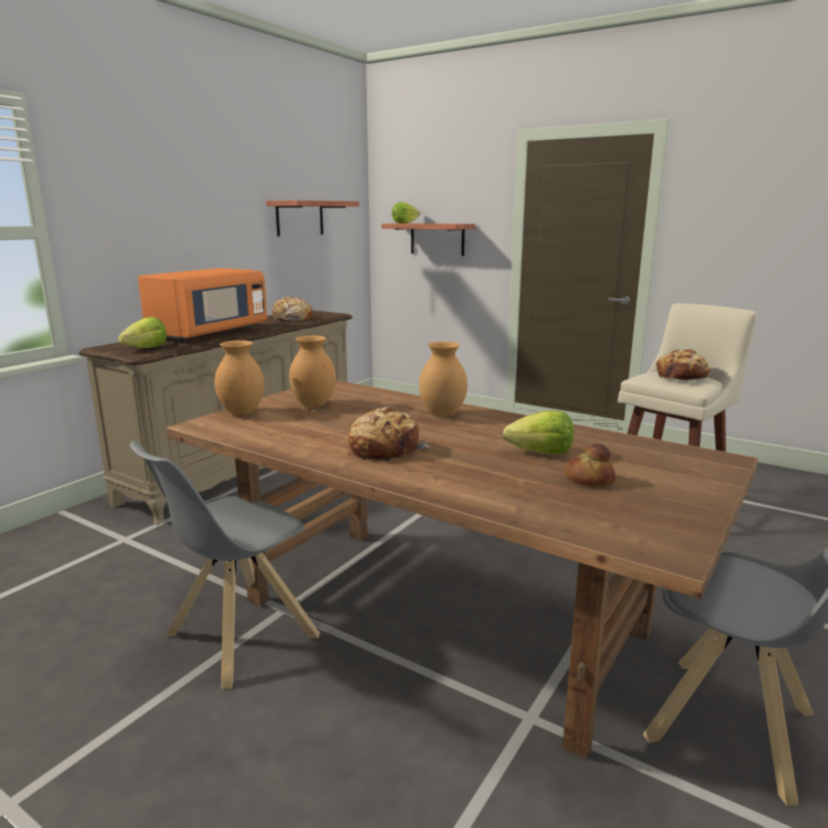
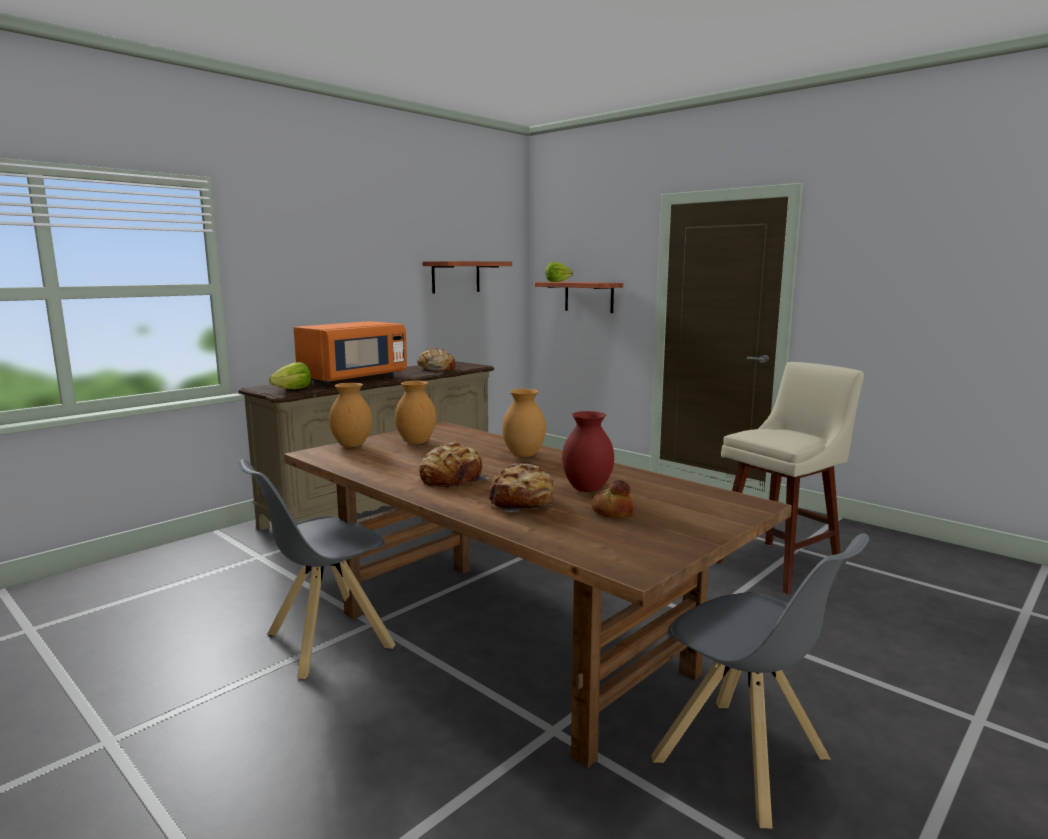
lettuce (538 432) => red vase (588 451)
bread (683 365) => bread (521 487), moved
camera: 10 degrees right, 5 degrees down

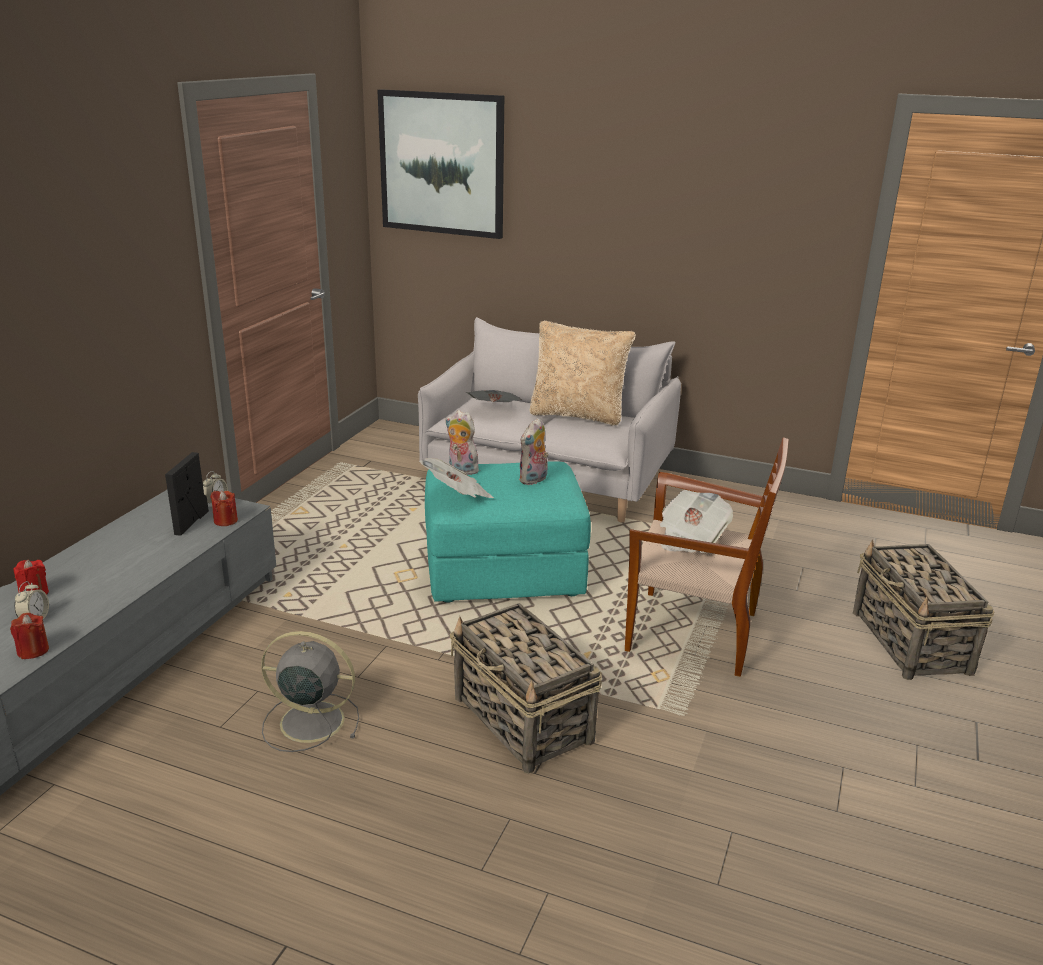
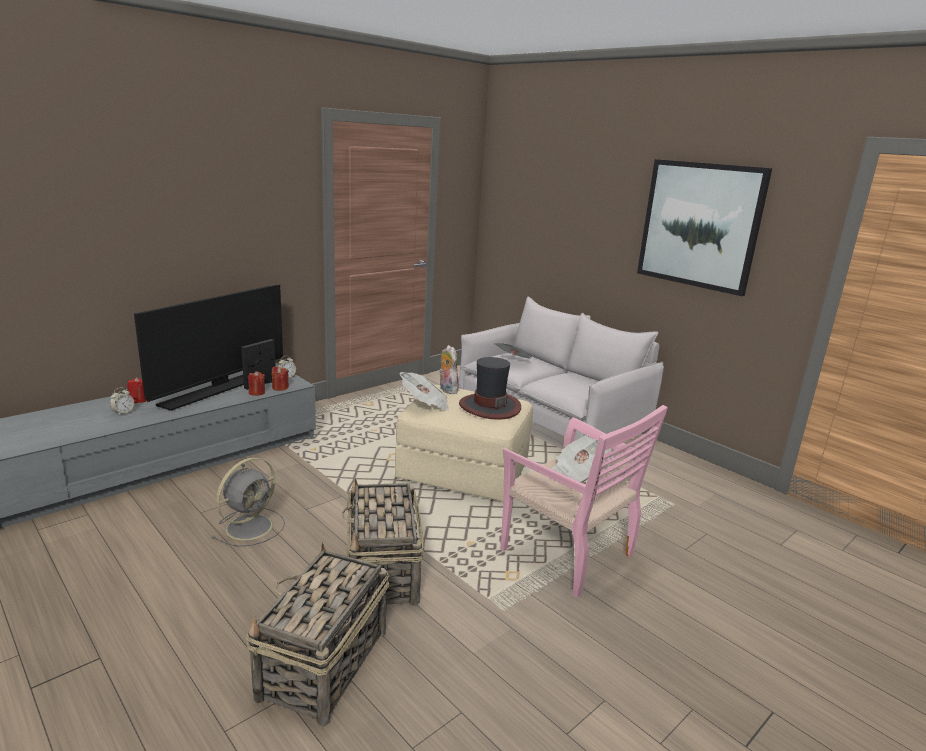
red candle (29 636) => red candle (256 383), moved
grey fan (310 691) => grey fan (248 502), 90 degrees clockwise
picture (440 164) => picture (704 227), moved
turquoise ottoman (508 532) => beige ottoman (464 443)
plush toy (533 451) => hat (490 388)
beige pillow (583 373) => nothing
brown armchair (707 557) => pink armchair (584 501)
basket (924 610) => basket (317 635), moved
nothing => television (208 348)
camera: 25 degrees right, 5 degrees down

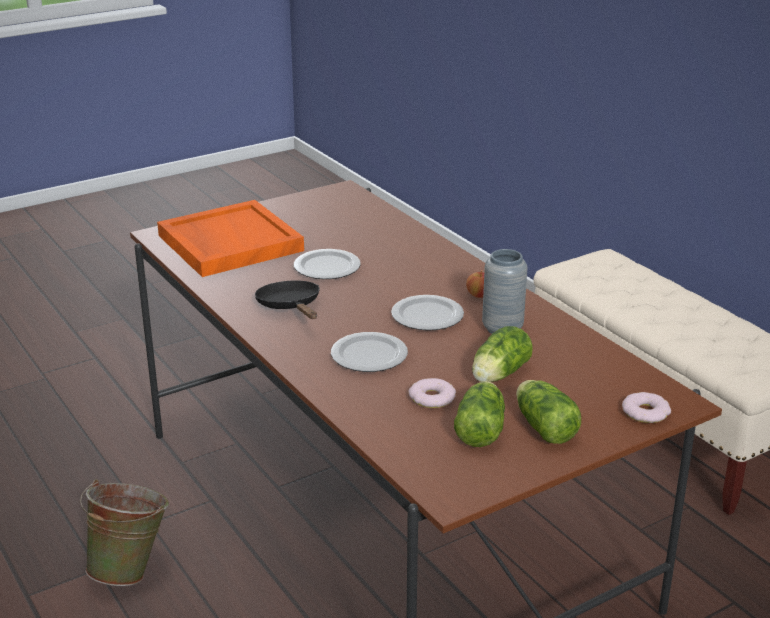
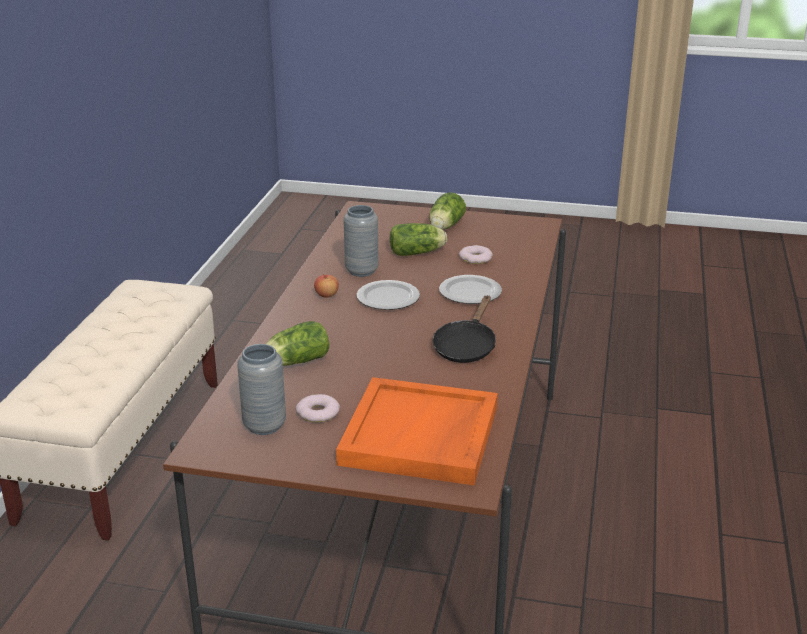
green bucket (124 532) => nothing
plate (327 264) => nothing
lettuce (479 414) => lettuce (297 343), moved
donut (646 407) => donut (318 408), moved
nothing => grey vase (261 389)
camera: 135 degrees left, 0 degrees up

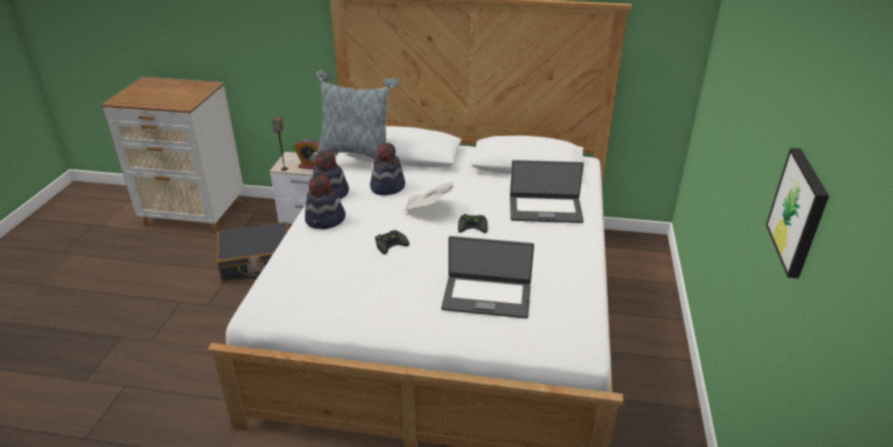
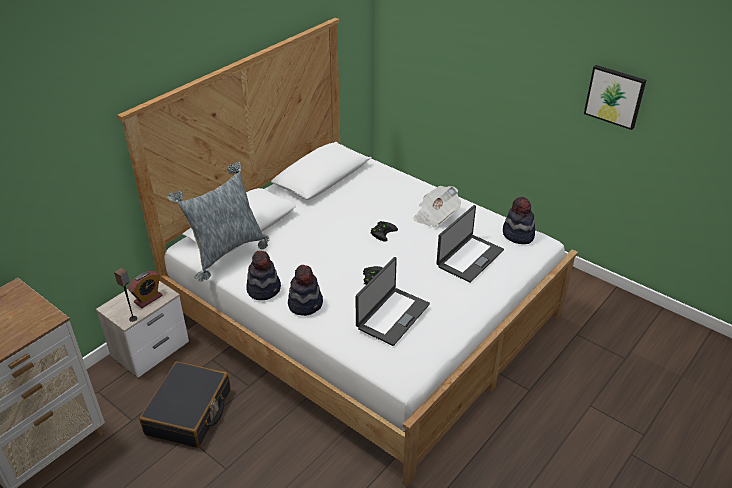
hat (387 169) => hat (519 220), moved
newspaper (428 196) => newspaper (437 206), moved
laptop (547 191) => laptop (392 301), moved
camera: 60 degrees left, 5 degrees up

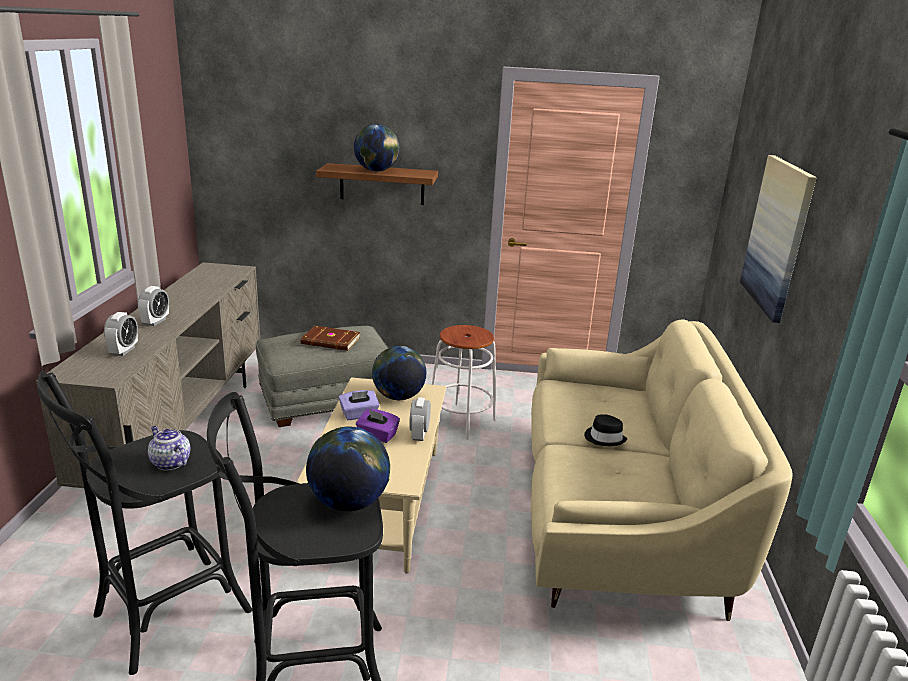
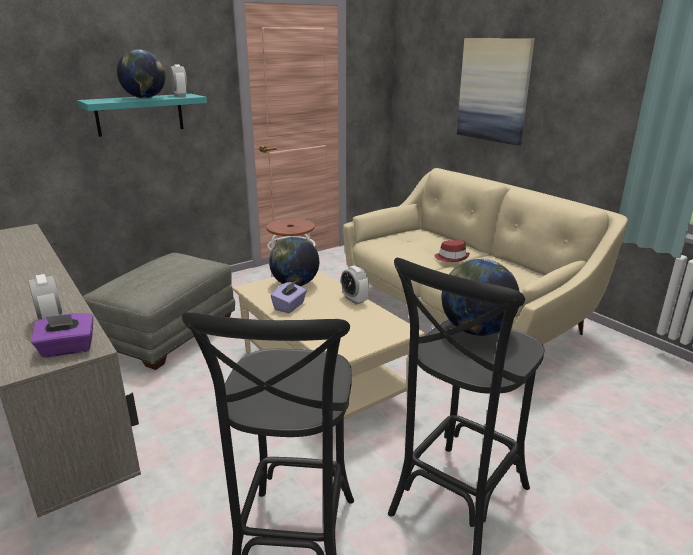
alarm clock (153 306) => alarm clock (178 80), moved
teapot (169 448) => nothing
brown book (330 338) => nothing
brown shelf (377 184) => turquoise shelf (142 115)
purple tissue box (378 426) => purple tissue box (62 335), moved
black hat (605 430) => red hat (452 251)
camera: 40 degrees left, 0 degrees up

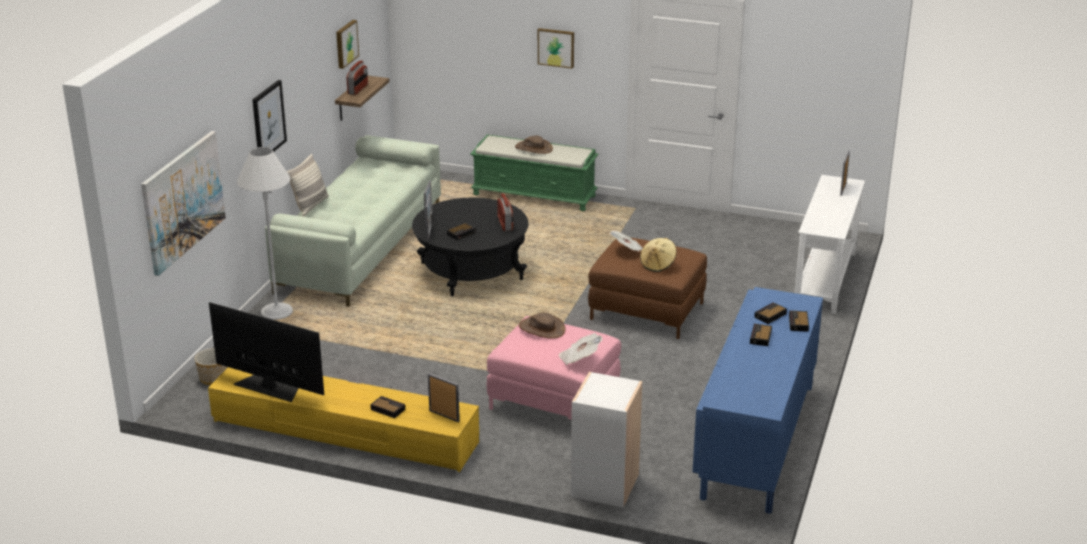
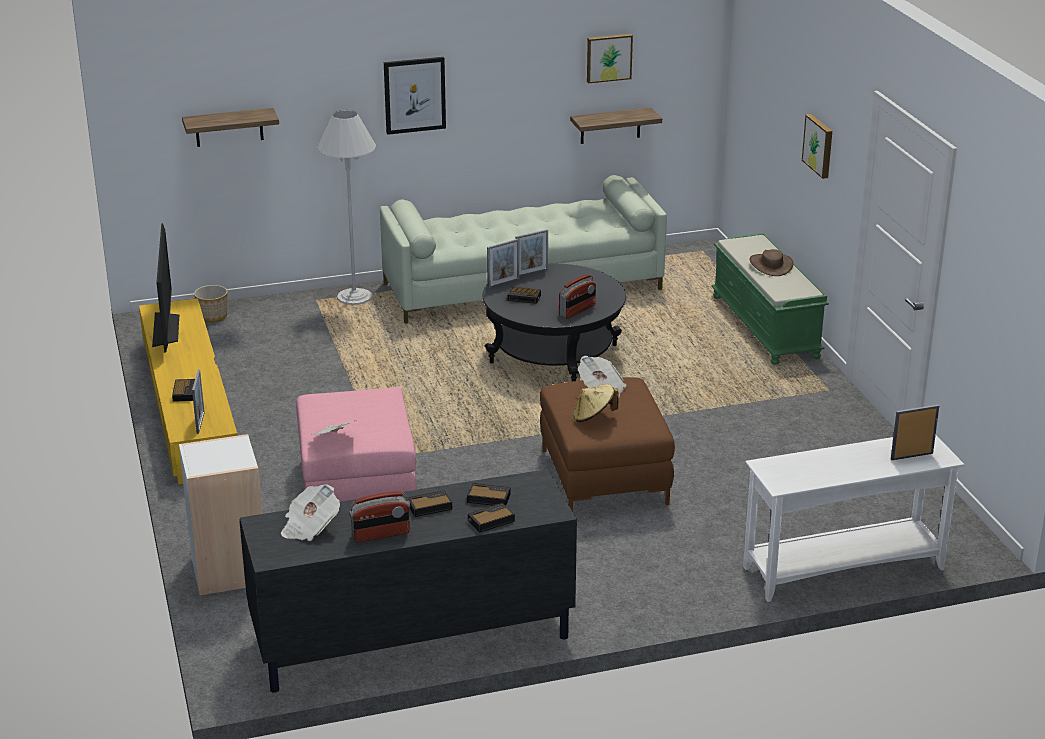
picture (183 203) => shelf (230 127)
pillow (308 185) => nothing
radio (357 77) => radio (379 517), moved
brown hat (542 326) => nothing
blue cabinet (757 400) => black cabinet (408 581)
nothing => newspaper (310 512)
camera: 55 degrees right, 0 degrees up

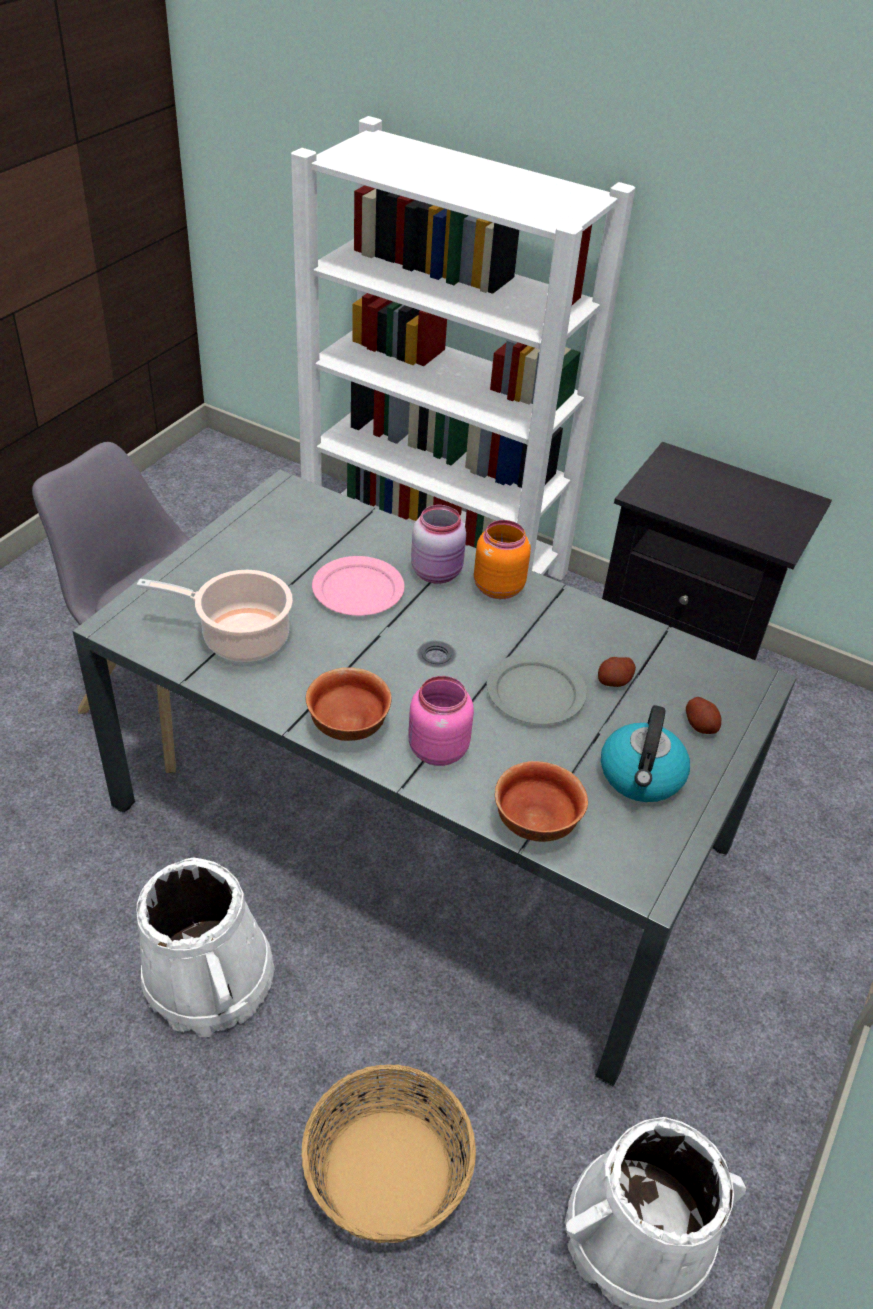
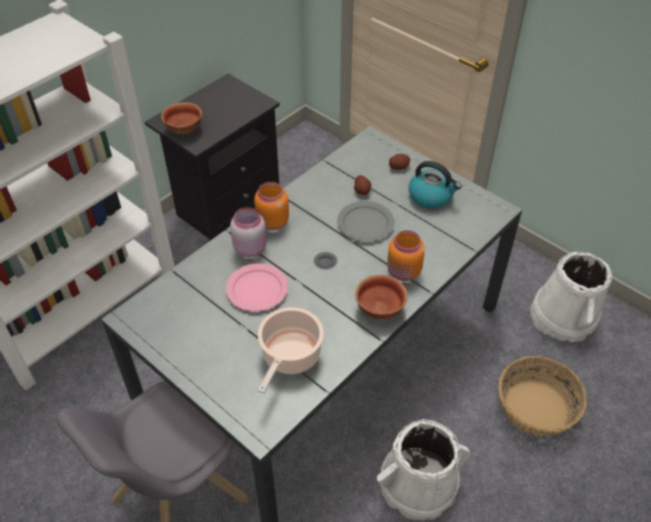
pink jar (441 721) => orange jar (406 255)
bowl (541 801) => bowl (181 118), moved
camera: 75 degrees left, 5 degrees up

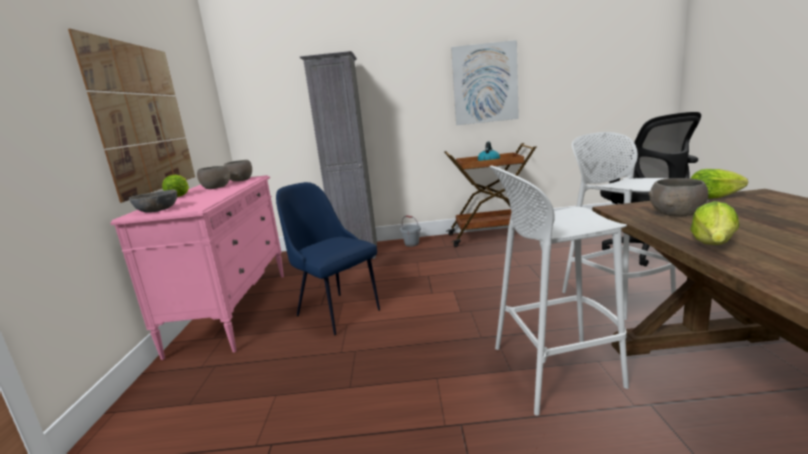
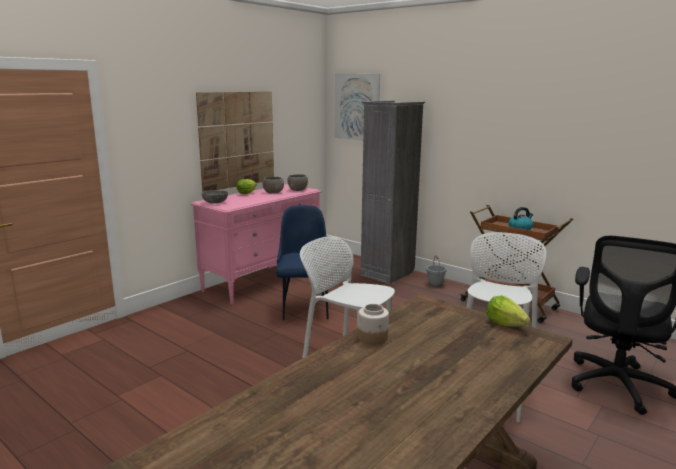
picture (485 82) => picture (357 107), moved
grey bowl (679 197) => nothing
lettuce (714 223) => jar (373 324)
camera: 40 degrees right, 0 degrees up

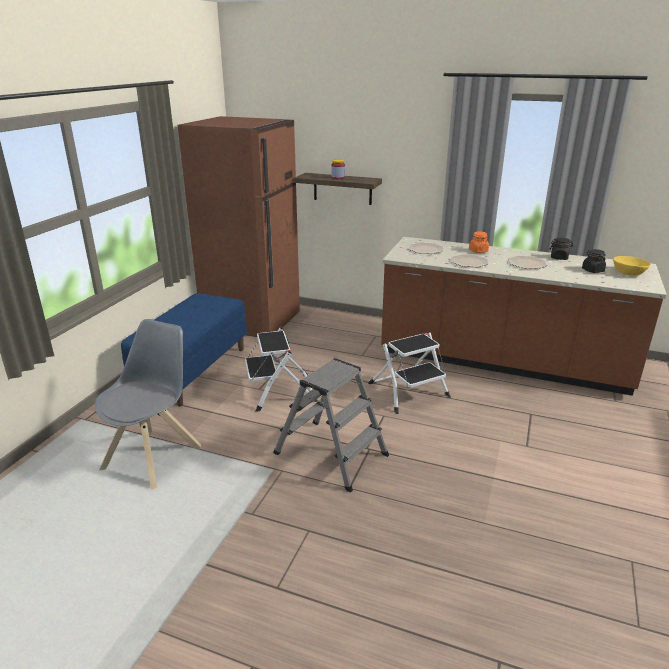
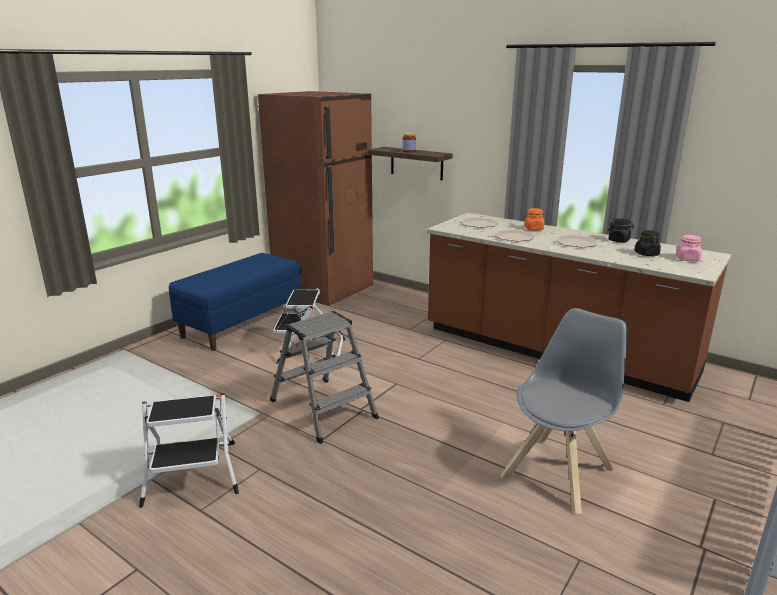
grey chair (148 404) => grey chair (564 411), moved
step ladder (409 373) => step ladder (189 450), moved
yellow bowl (632 266) => pink jar (689 248)
camera: 15 degrees right, 5 degrees down

